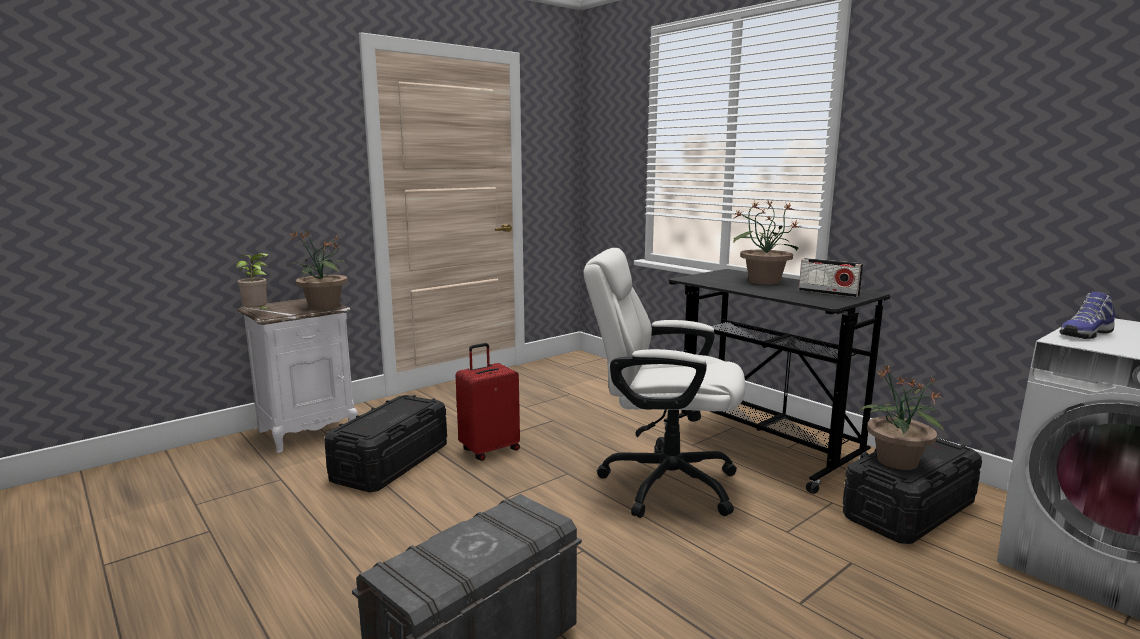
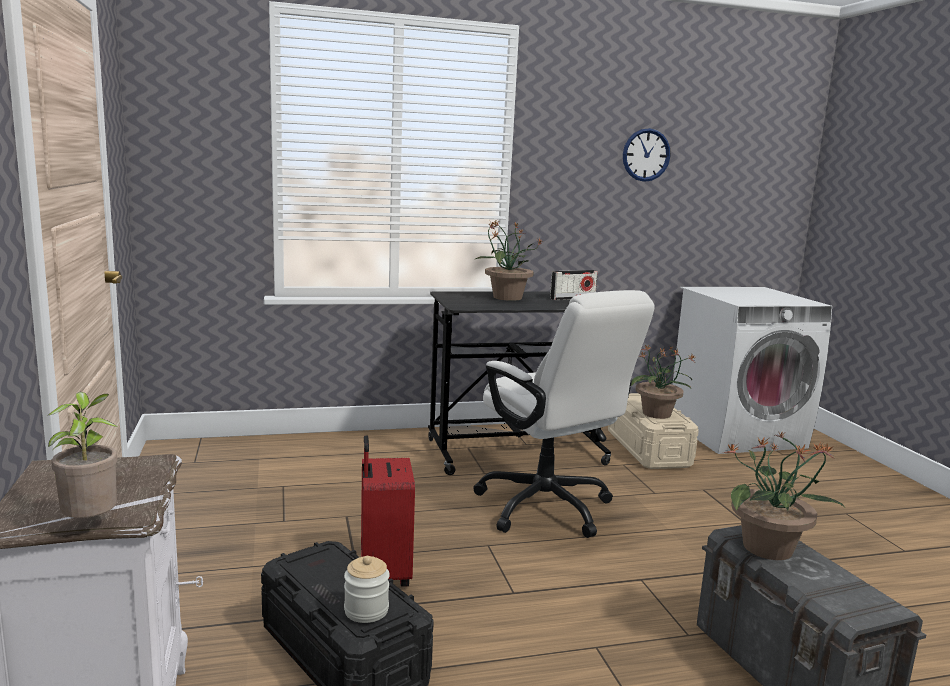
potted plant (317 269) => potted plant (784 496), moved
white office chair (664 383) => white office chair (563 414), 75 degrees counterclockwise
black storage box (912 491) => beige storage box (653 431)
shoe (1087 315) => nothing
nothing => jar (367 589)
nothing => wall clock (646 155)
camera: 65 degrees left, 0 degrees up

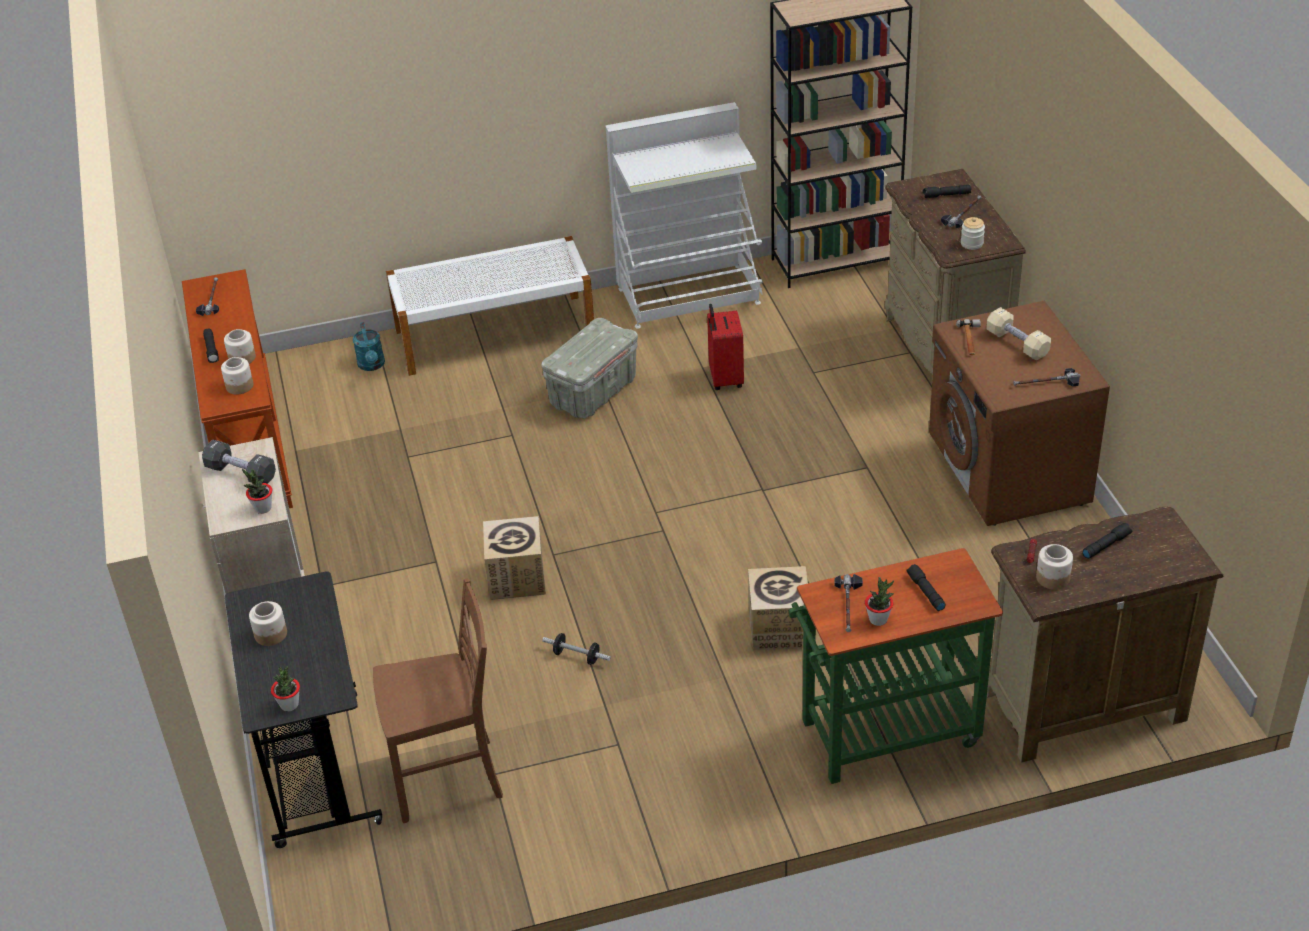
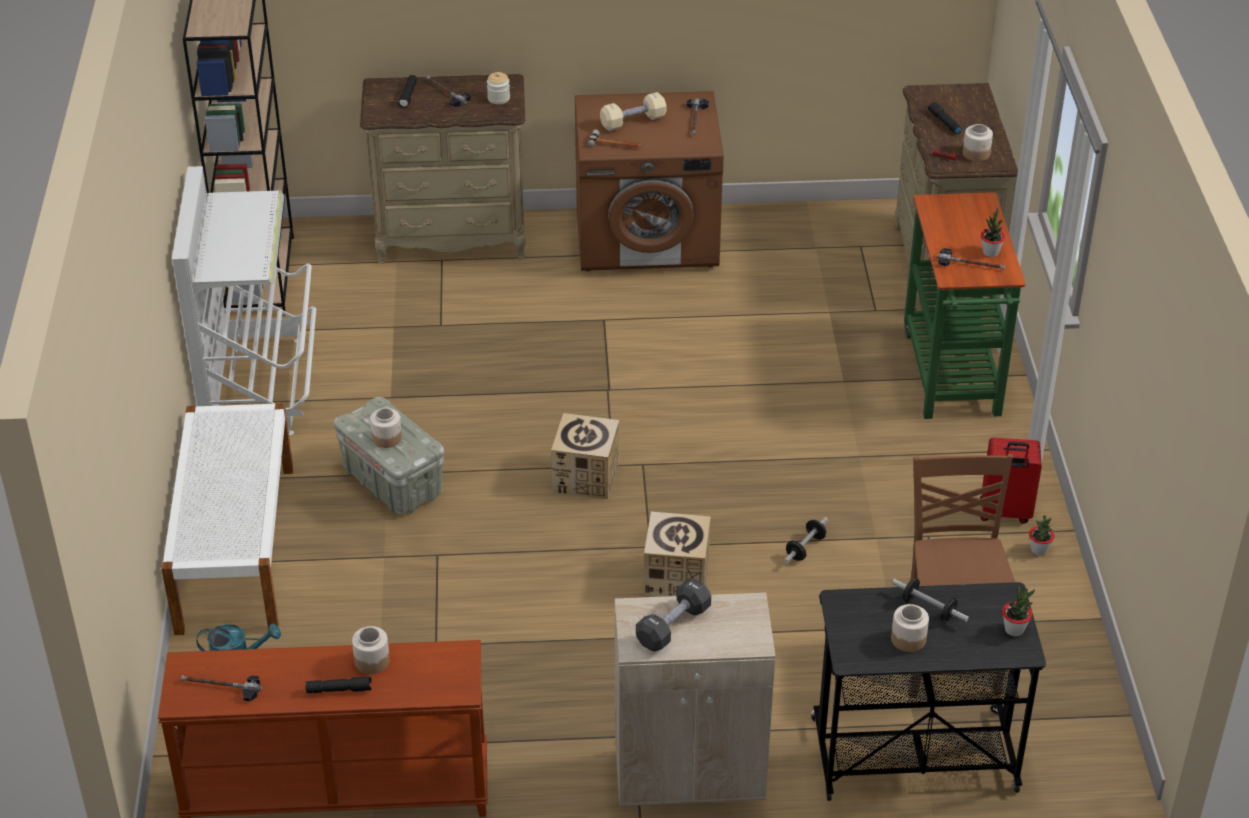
jar (237 376) => jar (386 428), moved
potted plant (257 491) => potted plant (1042 535), moved
red suitcase (725 347) => red suitcase (1011 481), moved
cardboard box (778 608) => cardboard box (585 456), moved
black flashlight (925 587) => nothing
nothing => dumbbell (930 600)
camera: 80 degrees left, 0 degrees up

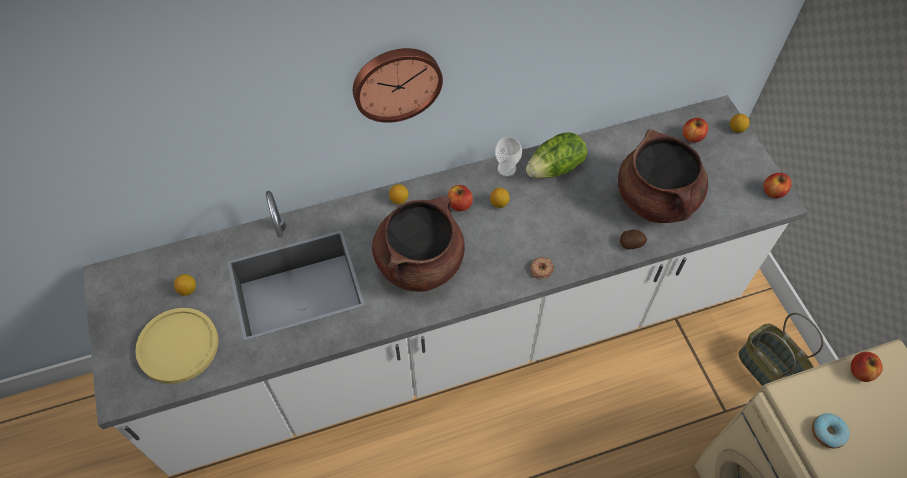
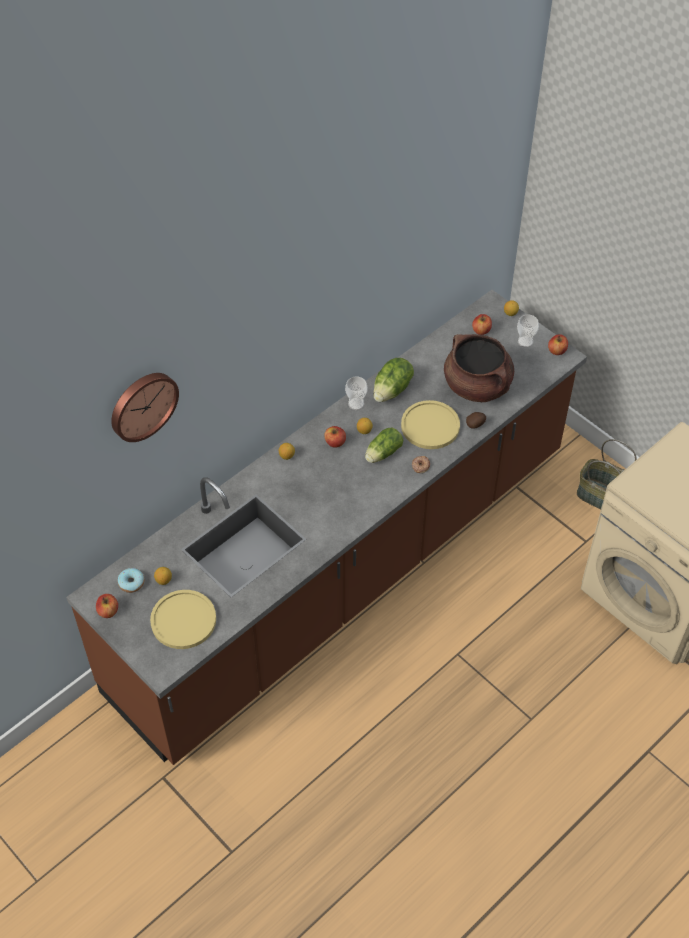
white counter (445 285) => brown counter (326 527)
wall clock (398 85) => wall clock (145 407), moved
brown cooking pot (418 244) => nothing
donut (831 430) => donut (131 580), moved
apple (867 367) => apple (107 606), moved
nothing => lettuce (384 445)
nothing => yellow plate (430 424)
nothing => cup (528 331)
camera: 25 degrees left, 5 degrees down

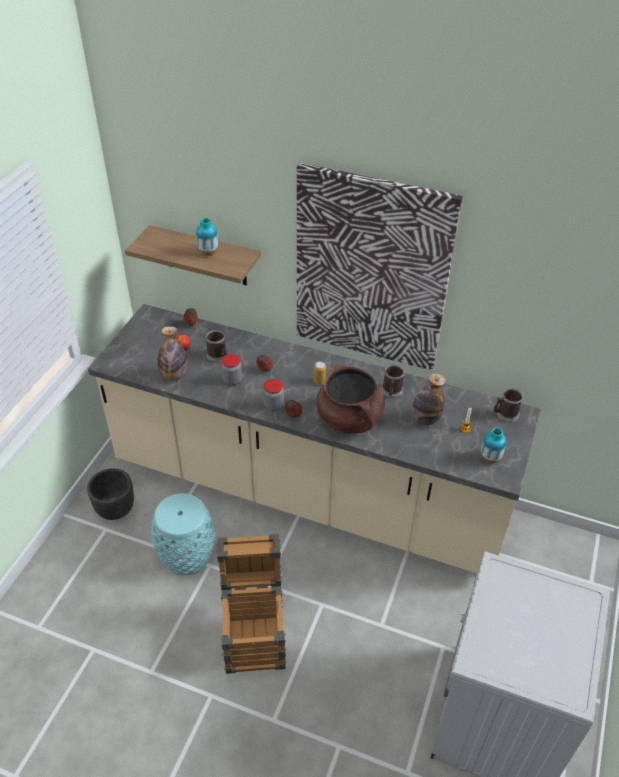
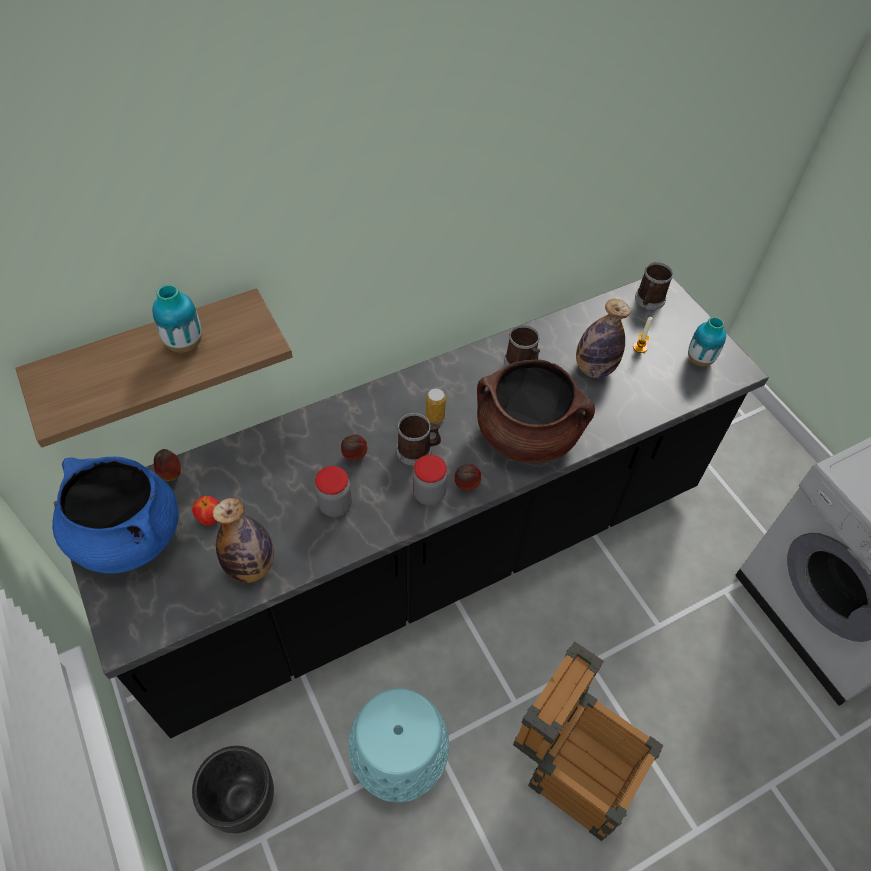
beige counter (314 438) => black counter (411 508)
mug (217 346) => mug (418 439), moved
picture (380 267) => nothing
nothing => blue cooking pot (115 515)
camera: 50 degrees left, 10 degrees up

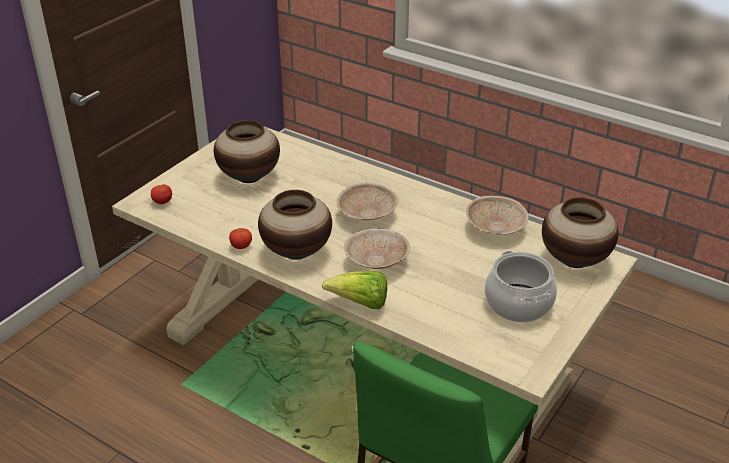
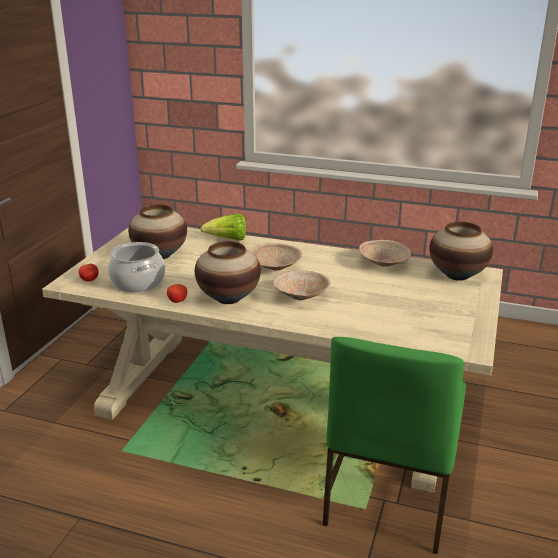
lettuce (354 290) => lettuce (223 227), moved
cooking pot (521 286) => cooking pot (136 267), moved
camera: 15 degrees left, 10 degrees down

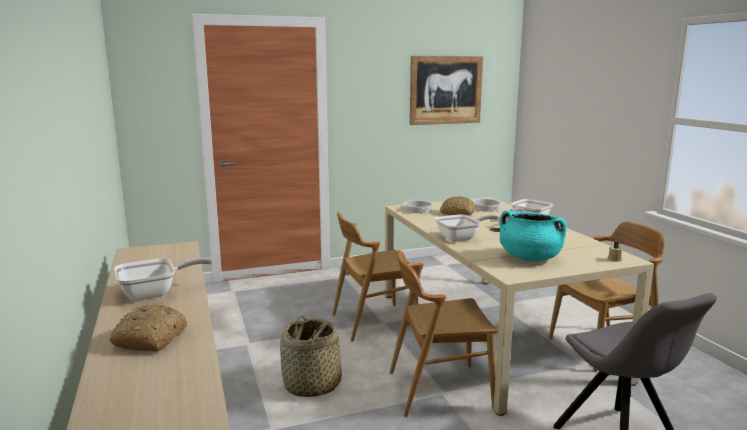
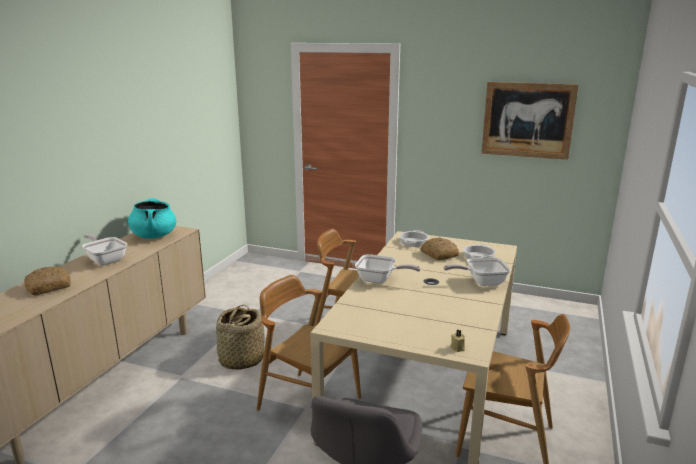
frying pan (163 279) => frying pan (105 250), 150 degrees counterclockwise
turquoise cooking pot (533 236) => turquoise cooking pot (152 218), moved
camera: 40 degrees right, 5 degrees up

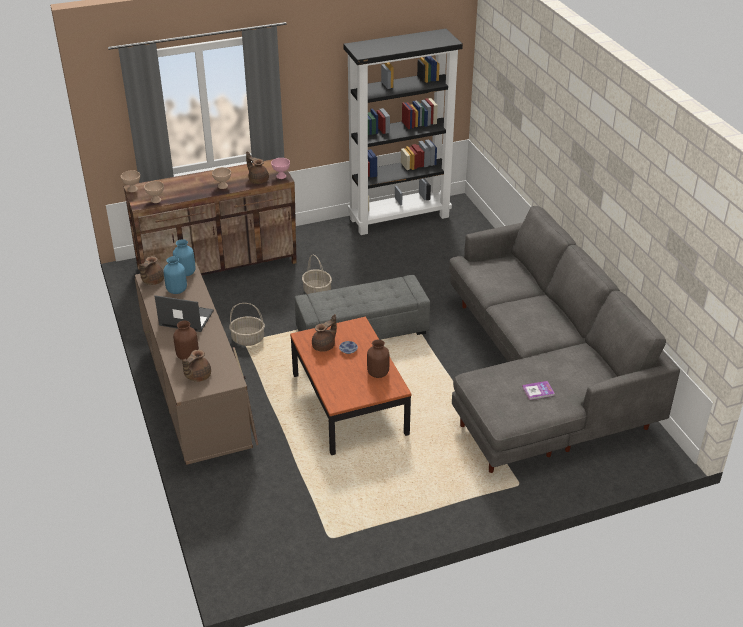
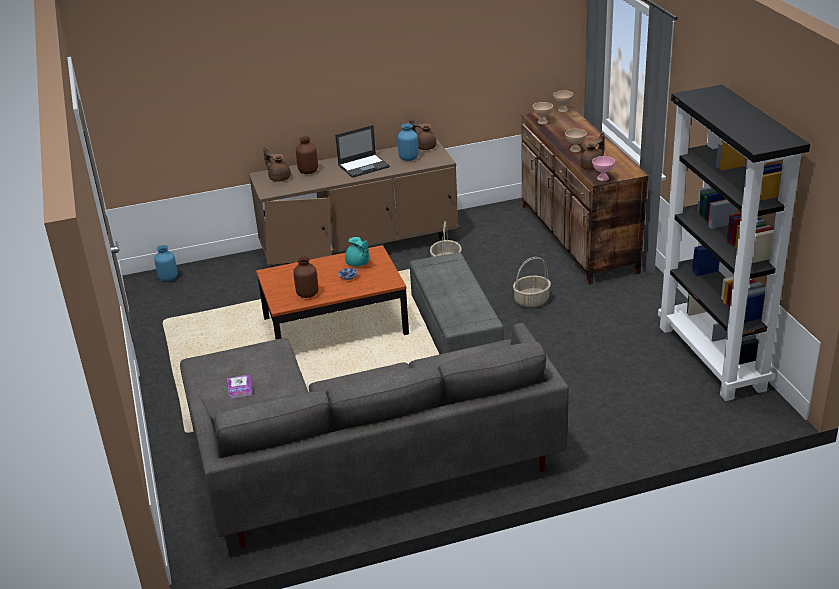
laptop (184 313) => laptop (362 151), 45 degrees clockwise
blue vase (184 257) => blue vase (166 263), moved
brown teapot (324 333) => turquoise teapot (357 252)
camera: 95 degrees right, 5 degrees down

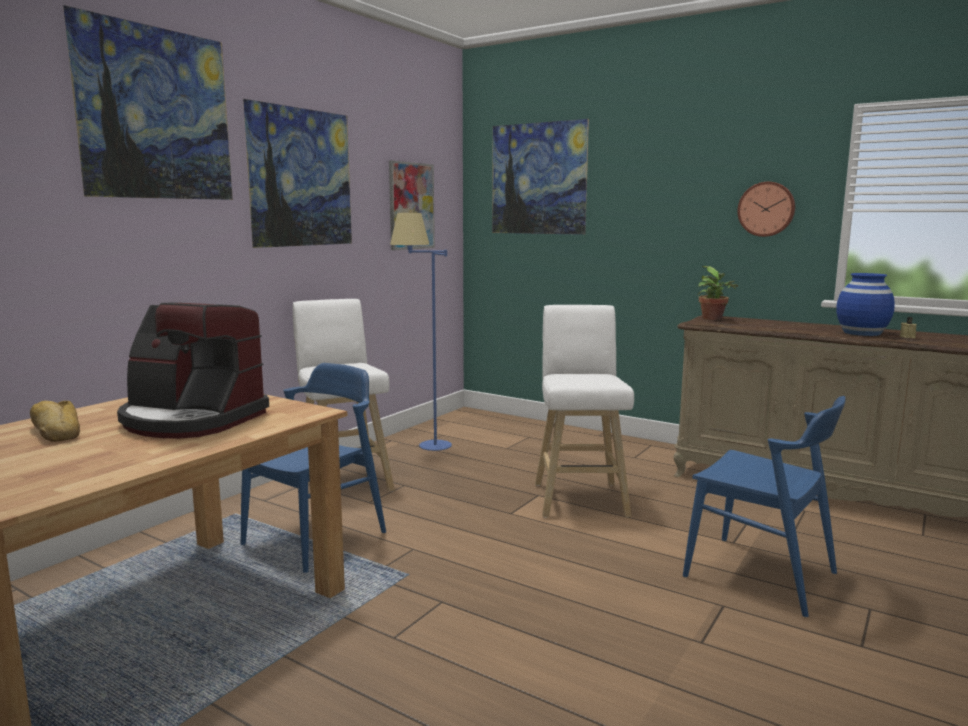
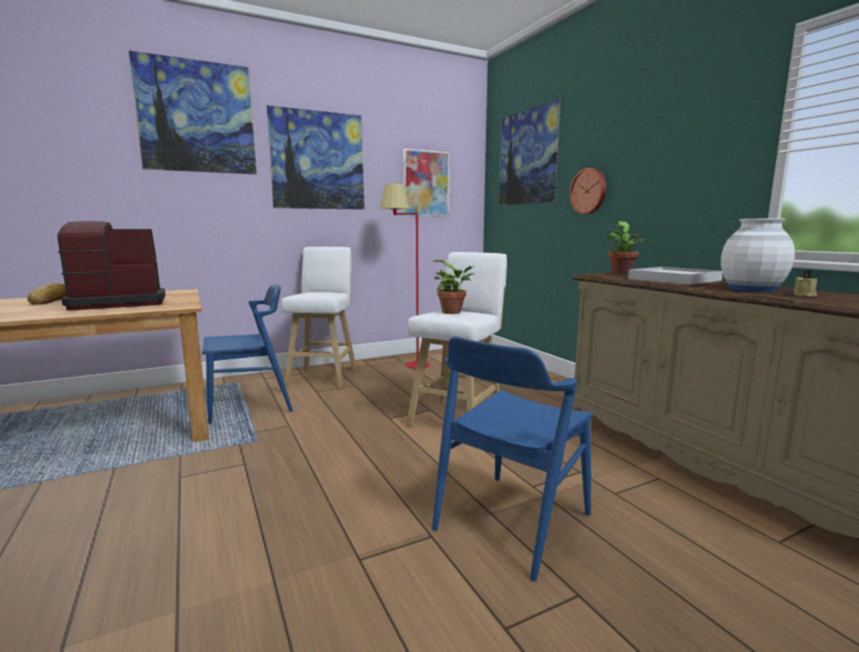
coffee machine (193 370) => coffee machine (111 265), 105 degrees clockwise
blue floor lamp (421 332) => red floor lamp (405 276)
blue chair (764 506) => blue chair (512 458), 60 degrees clockwise
wall clock (766 209) => wall clock (588 191), moved
blue vase (865 304) => white vase (758 255)
nothing => potted plant (454 287)
nothing => white tray (675 276)
camera: 30 degrees right, 0 degrees up

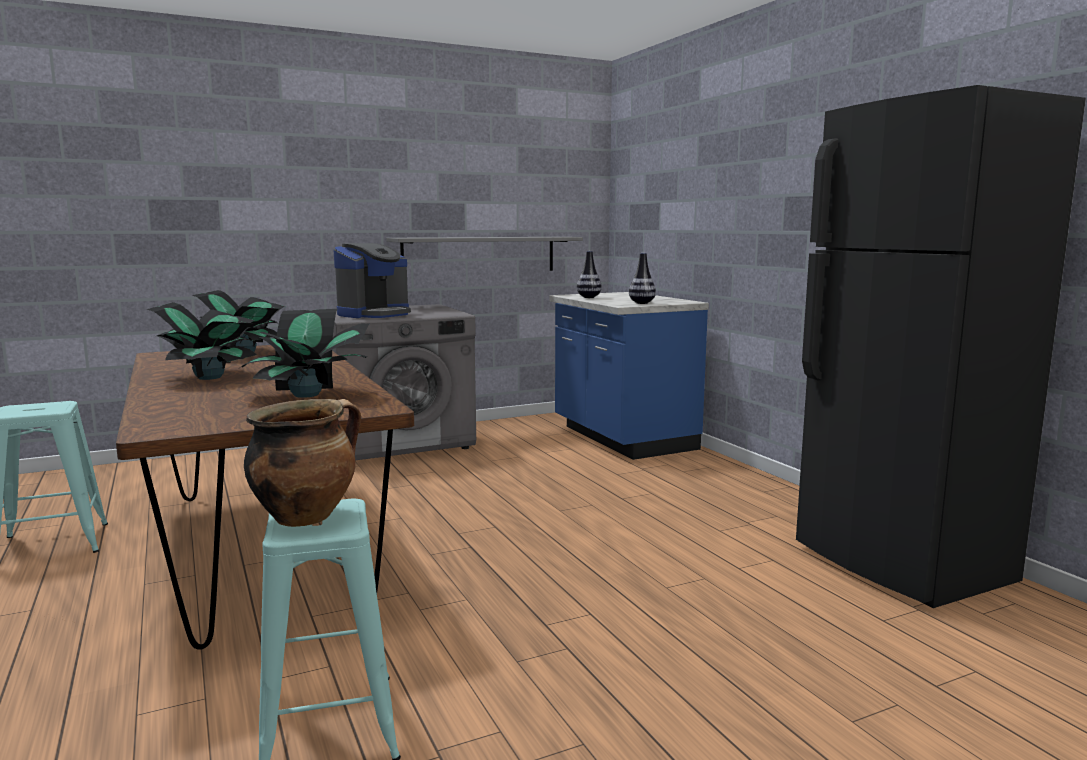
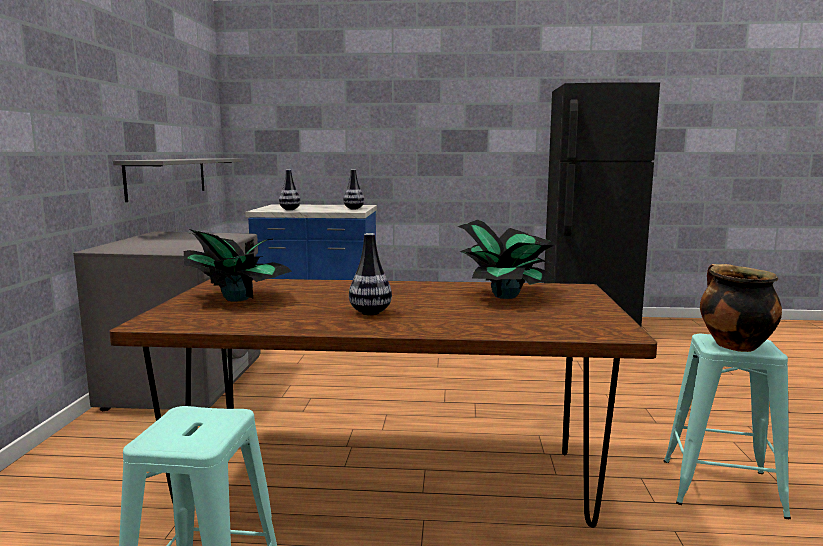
potted plant (201 341) => vase (370 274)
coffee machine (372 280) => nothing
camera: 60 degrees left, 0 degrees up

